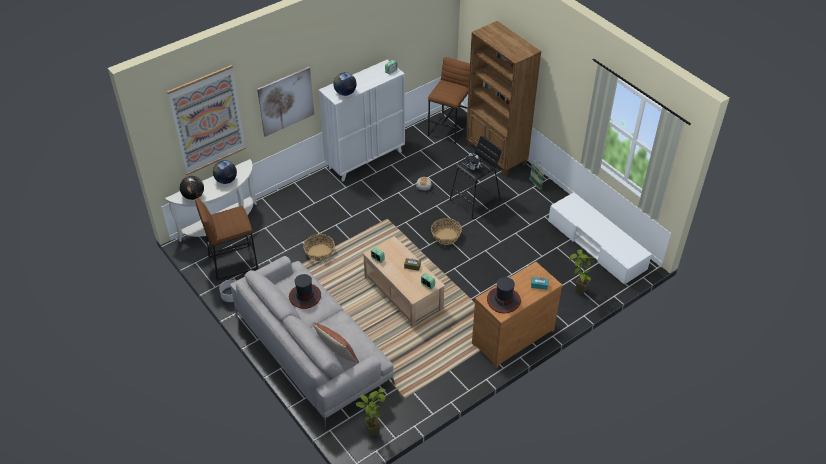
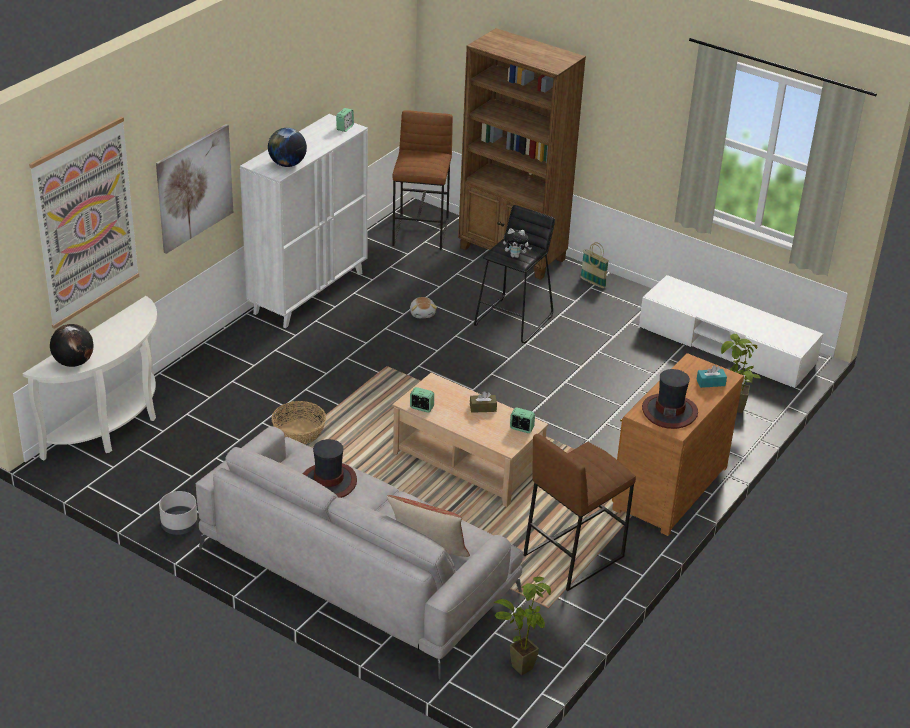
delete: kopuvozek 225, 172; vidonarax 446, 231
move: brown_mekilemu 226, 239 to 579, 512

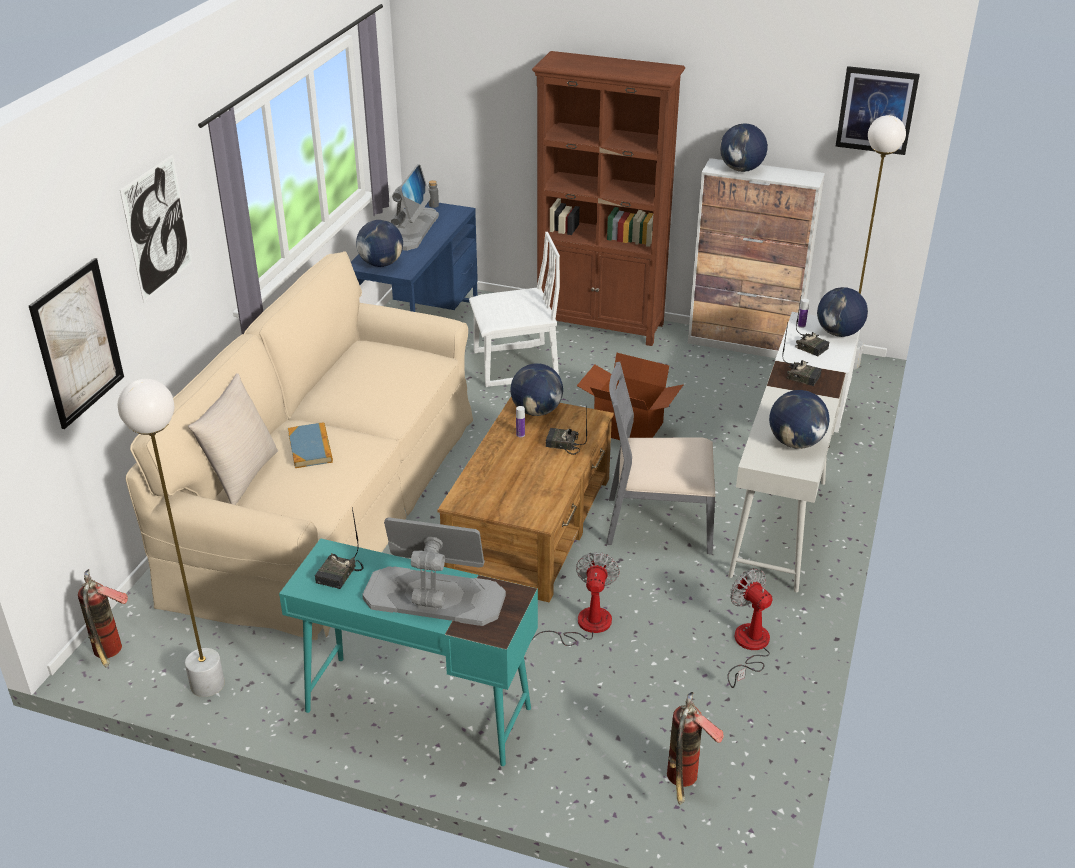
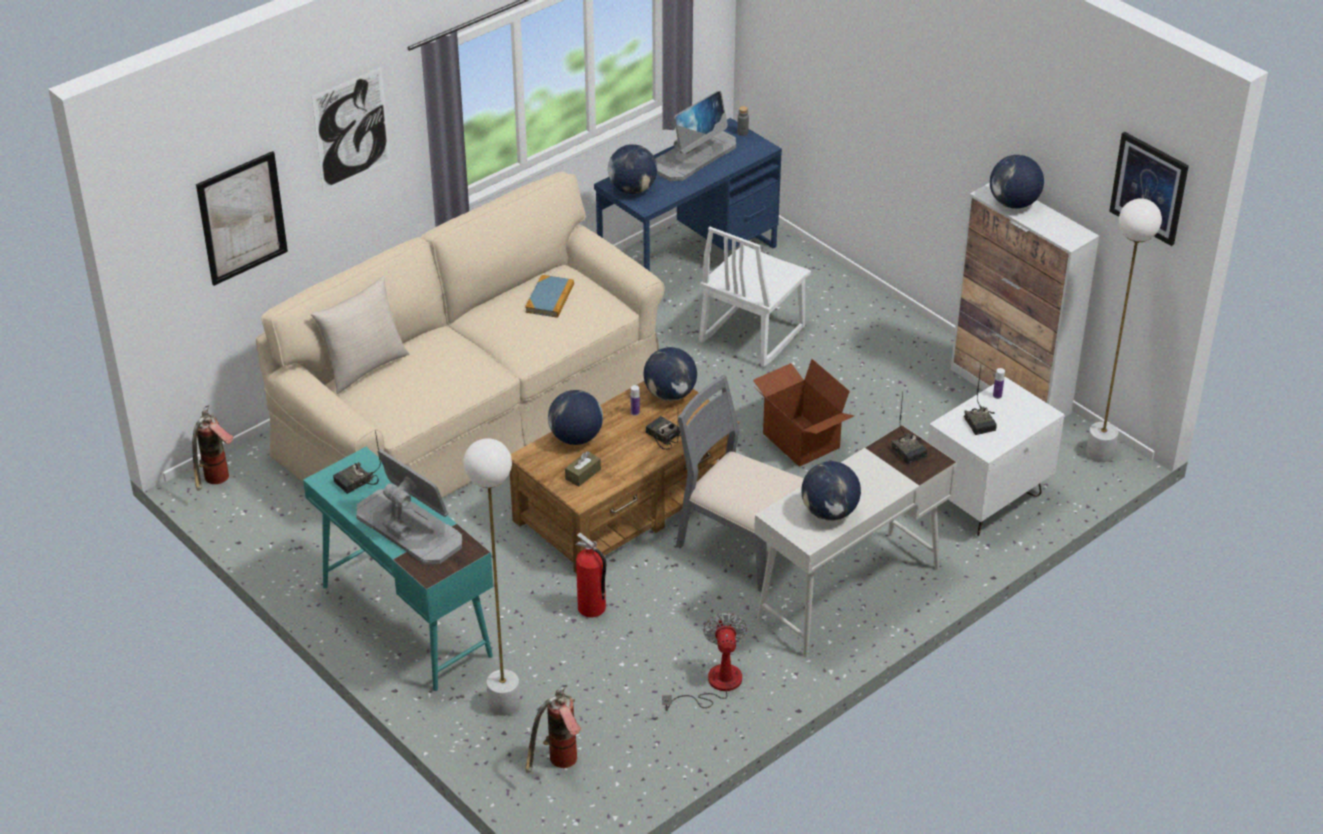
delete: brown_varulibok 608, 198
insert: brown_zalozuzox 583, 469
move: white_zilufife 171, 538 to 491, 577; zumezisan 310, 445 to 549, 296; kopuvozek 842, 312 to 575, 417
replace: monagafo 576, 599 to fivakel 590, 575
rotate: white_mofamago 514, 309 = 755, 297 105 degrees clockwise

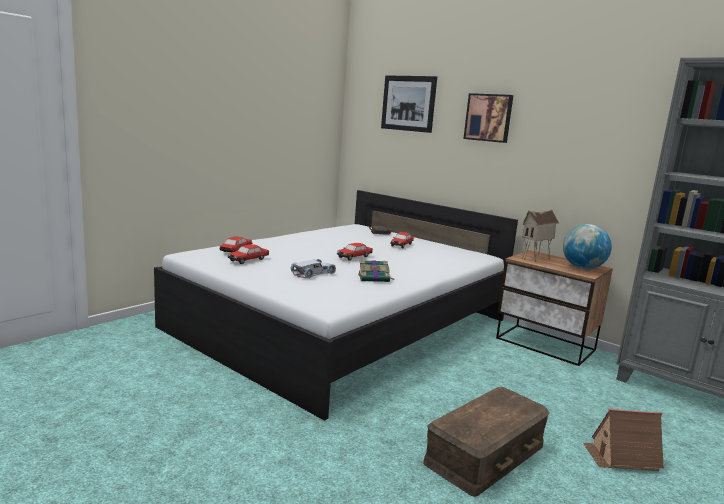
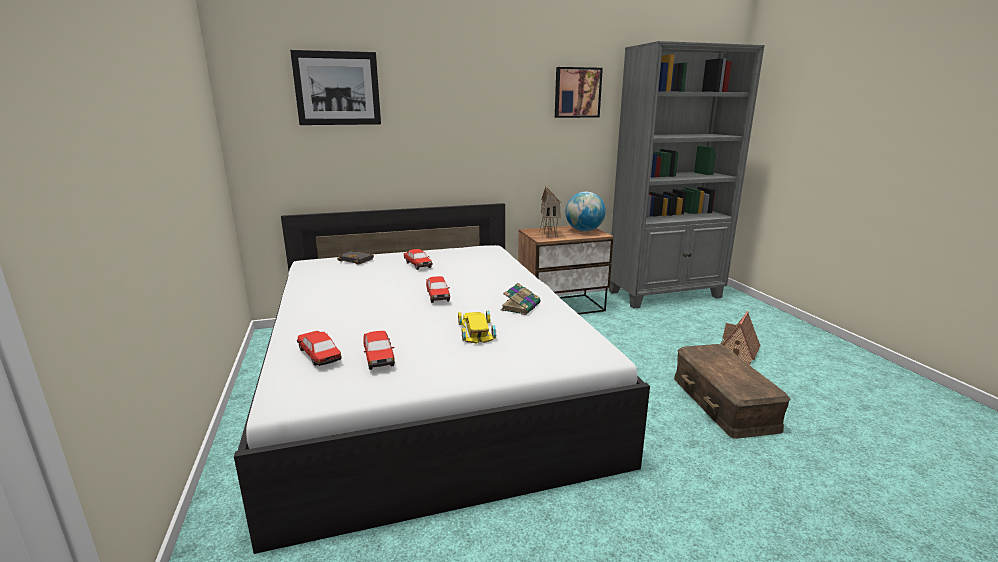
move: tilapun 488, 118 to 579, 92
recolor: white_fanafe 313, 268 to yellow_fanafe 477, 327

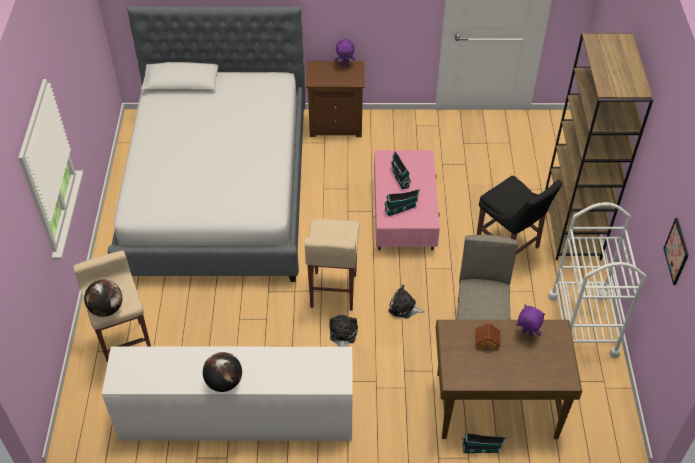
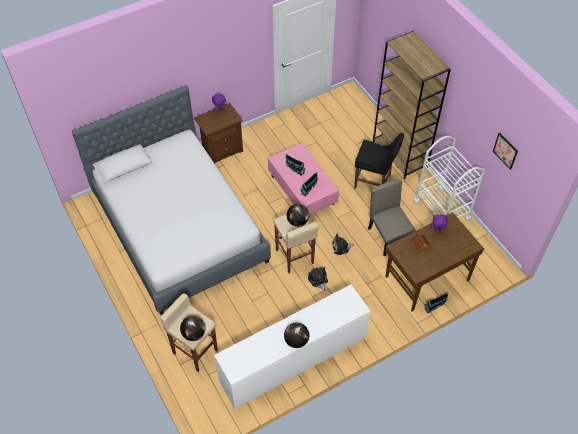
insert: kopuvozek 298, 215

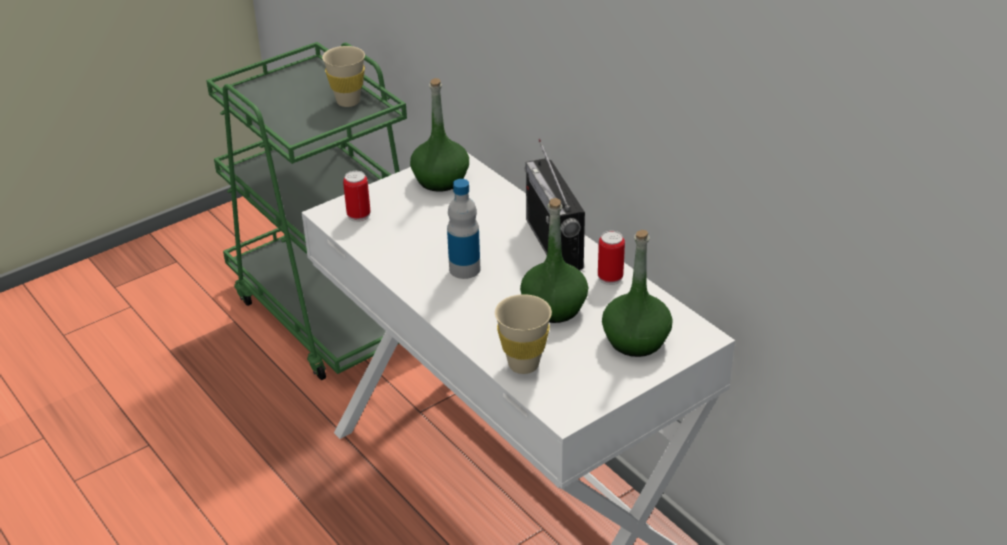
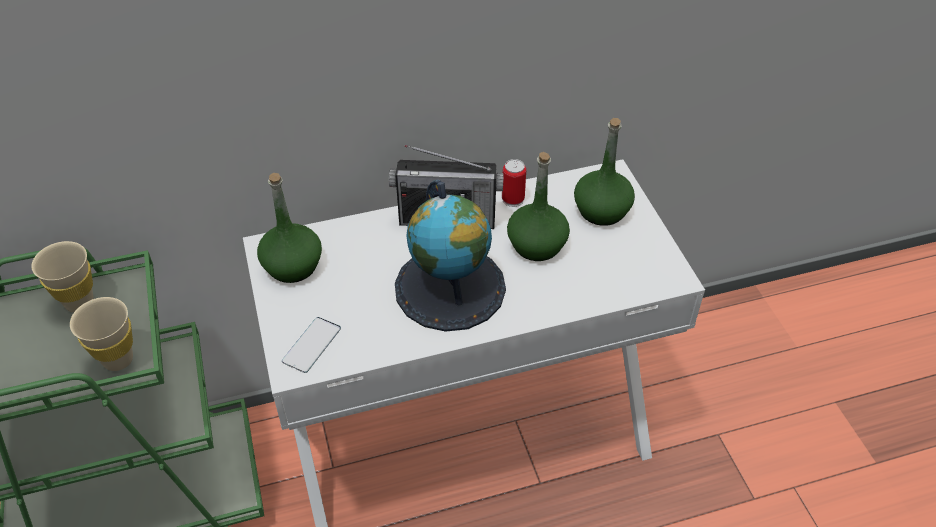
move: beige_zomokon 523, 334 to 101, 334
replace: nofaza 357, 196 to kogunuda 311, 345; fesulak 463, 229 to kopuvozek 450, 255

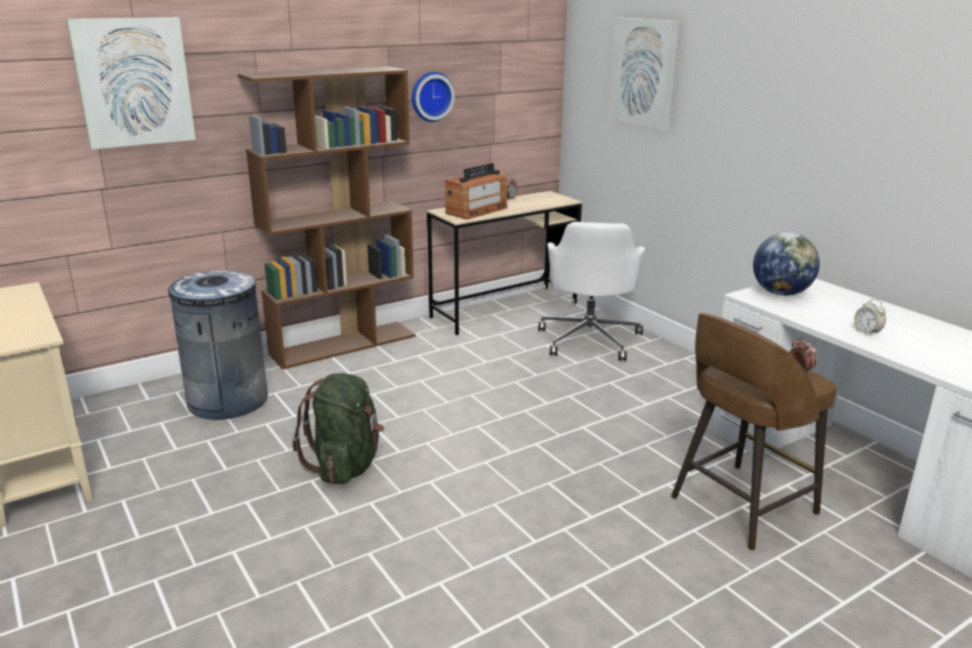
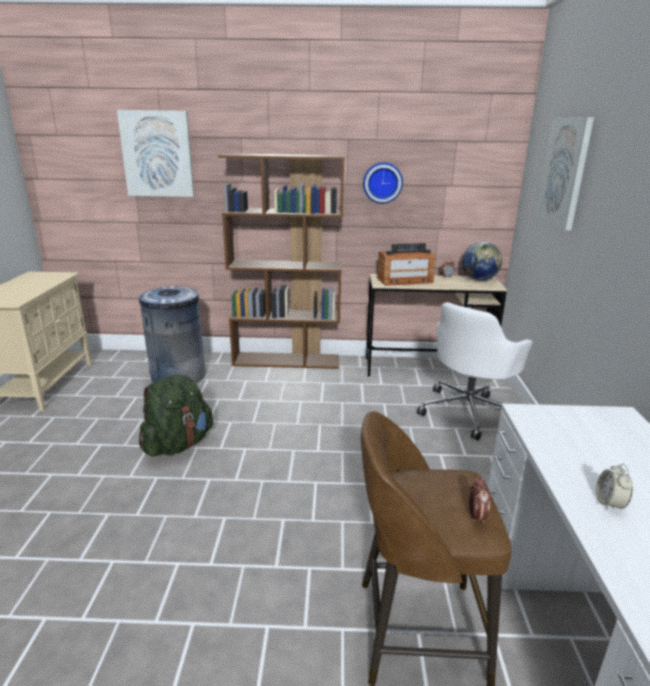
move: kopuvozek 786, 264 to 482, 261

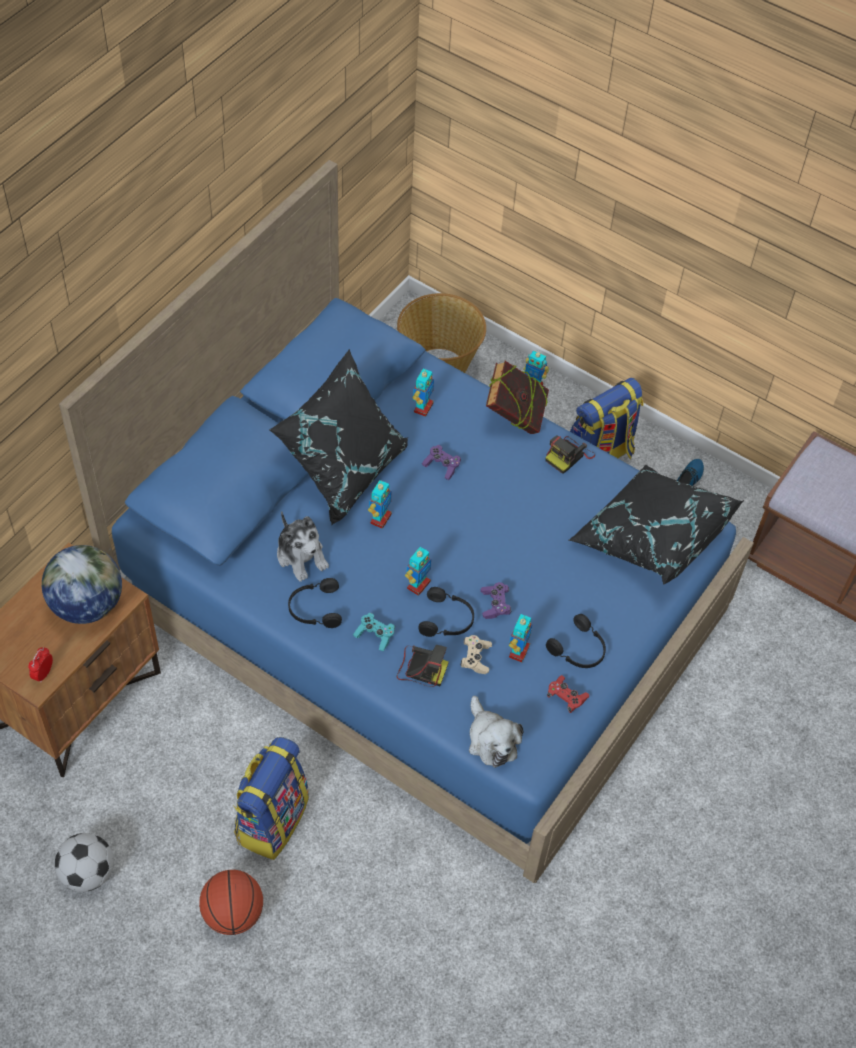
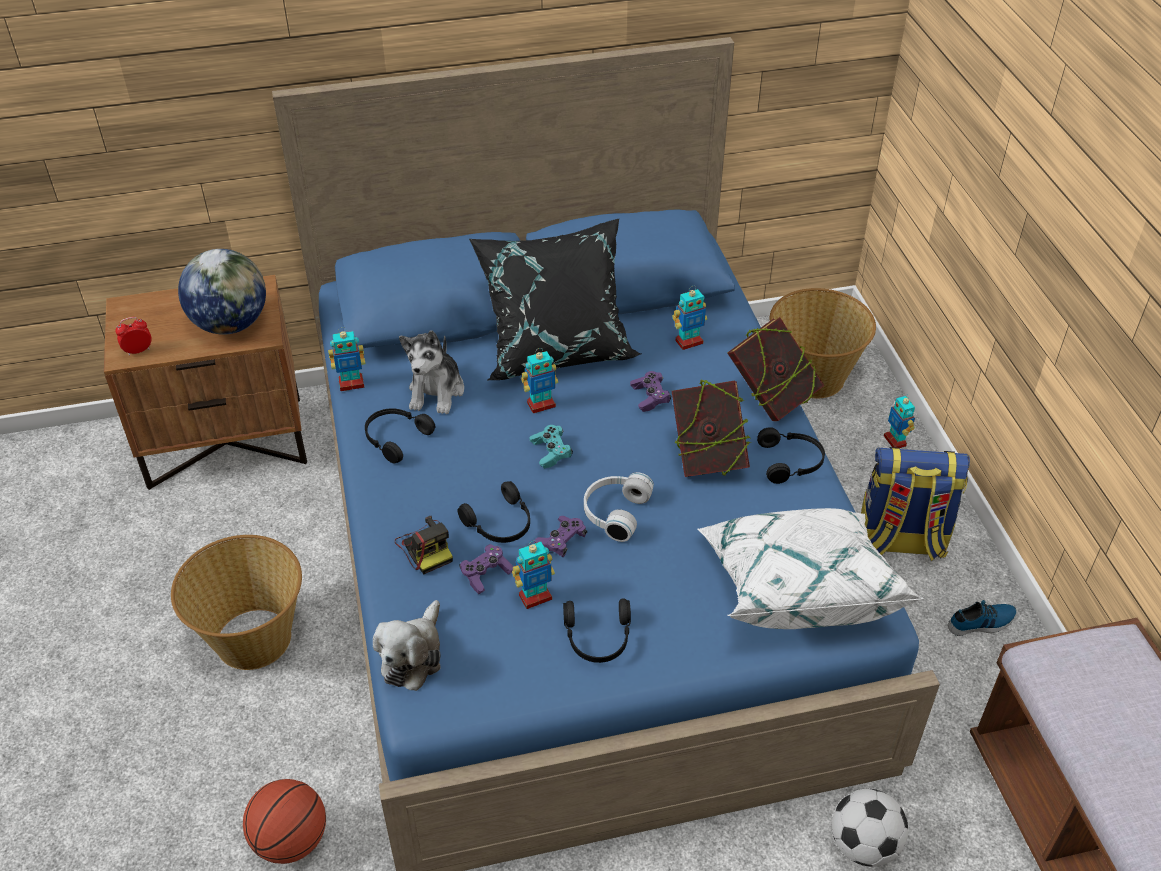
delete: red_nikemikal 568, 694
insert: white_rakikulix 619, 507; zumezisan 711, 428
move: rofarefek 84, 862 to 870, 828; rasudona 231, 902 to 284, 821; turquoise_nikemikal 374, 632 to 551, 447; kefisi 418, 571 to 346, 359
replace: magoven 271, 798 to vidonarax 236, 602; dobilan 570, 454 to black_rakikulix 791, 455
recolor: beige_nikemikal 476, 654 to purple_nikemikal 486, 569; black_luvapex 656, 525 to white_luvapex 810, 568

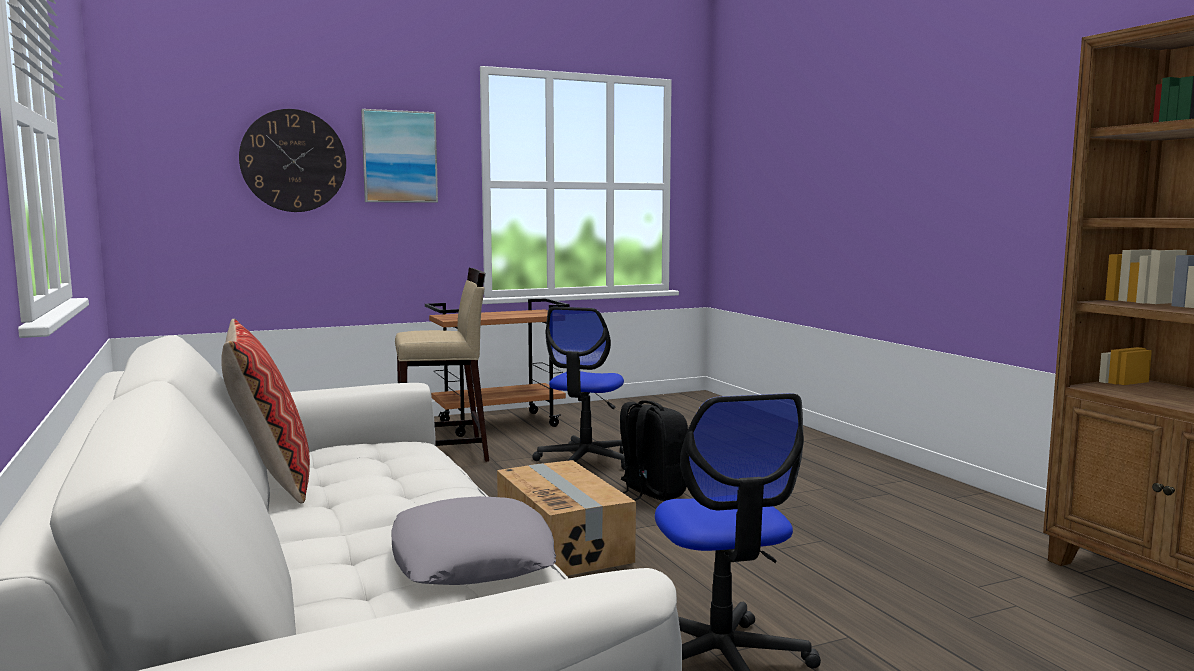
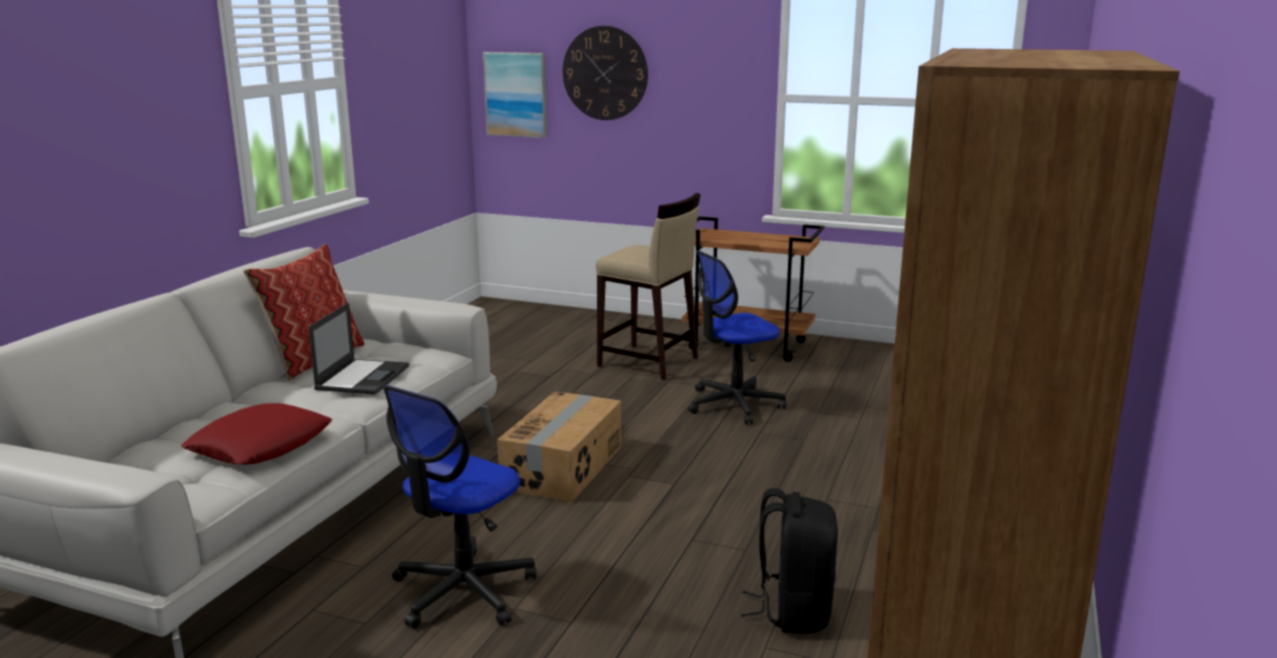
insert: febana 358, 349
move: tilapun 399, 156 to 515, 95; black_magoven 654, 450 to 789, 561
recolor: grey_luvapex 473, 540 to red_luvapex 256, 434

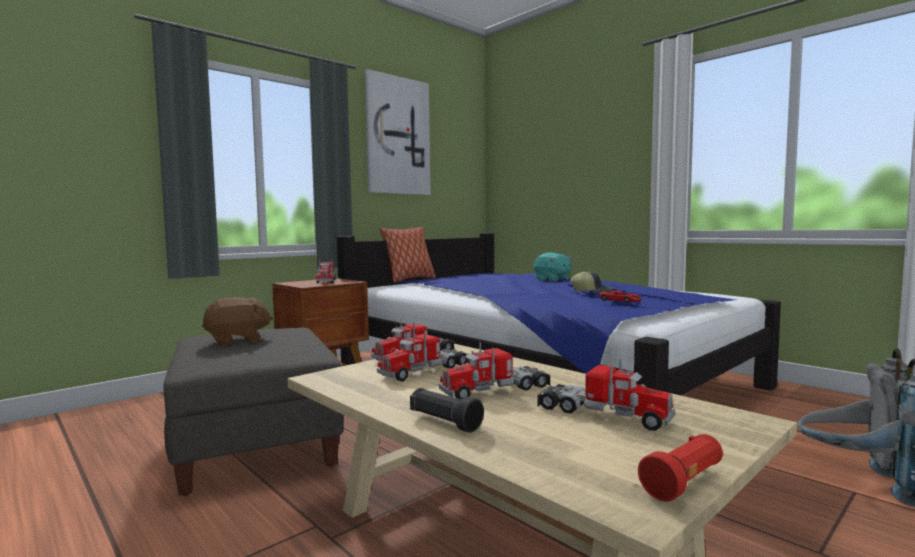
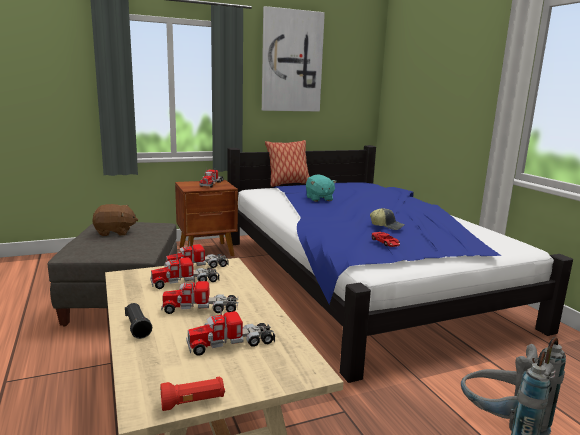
move: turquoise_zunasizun 553, 267 to 321, 188
rotate: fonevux 606, 394 = 230, 331 105 degrees clockwise

